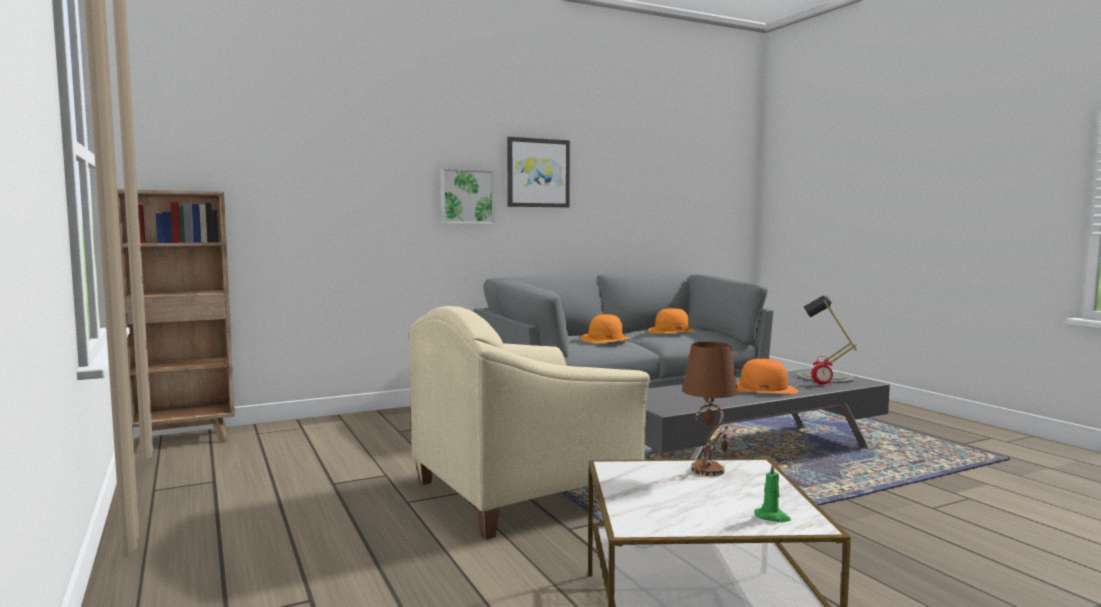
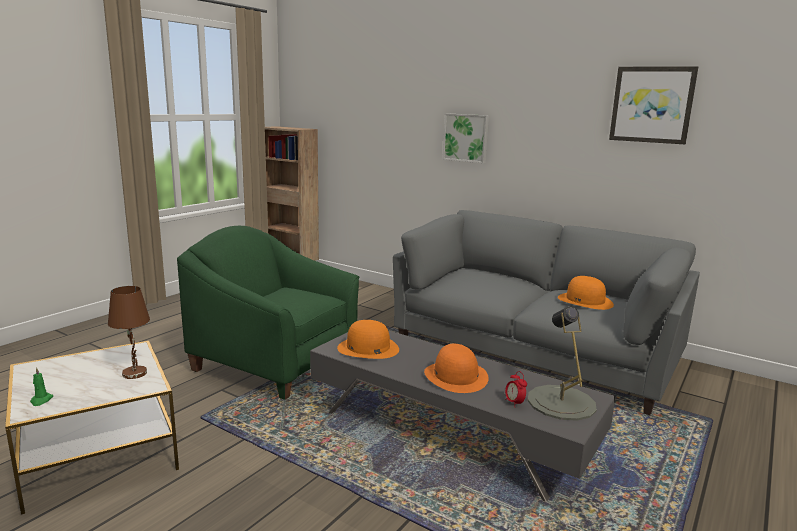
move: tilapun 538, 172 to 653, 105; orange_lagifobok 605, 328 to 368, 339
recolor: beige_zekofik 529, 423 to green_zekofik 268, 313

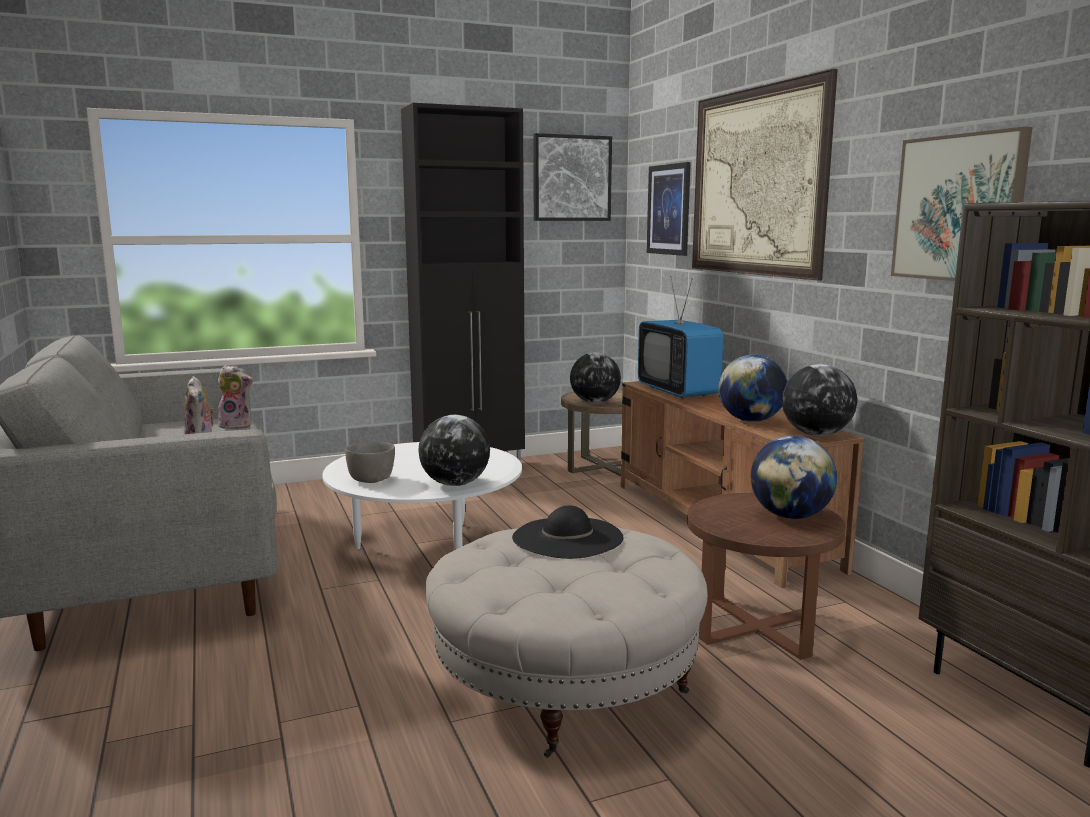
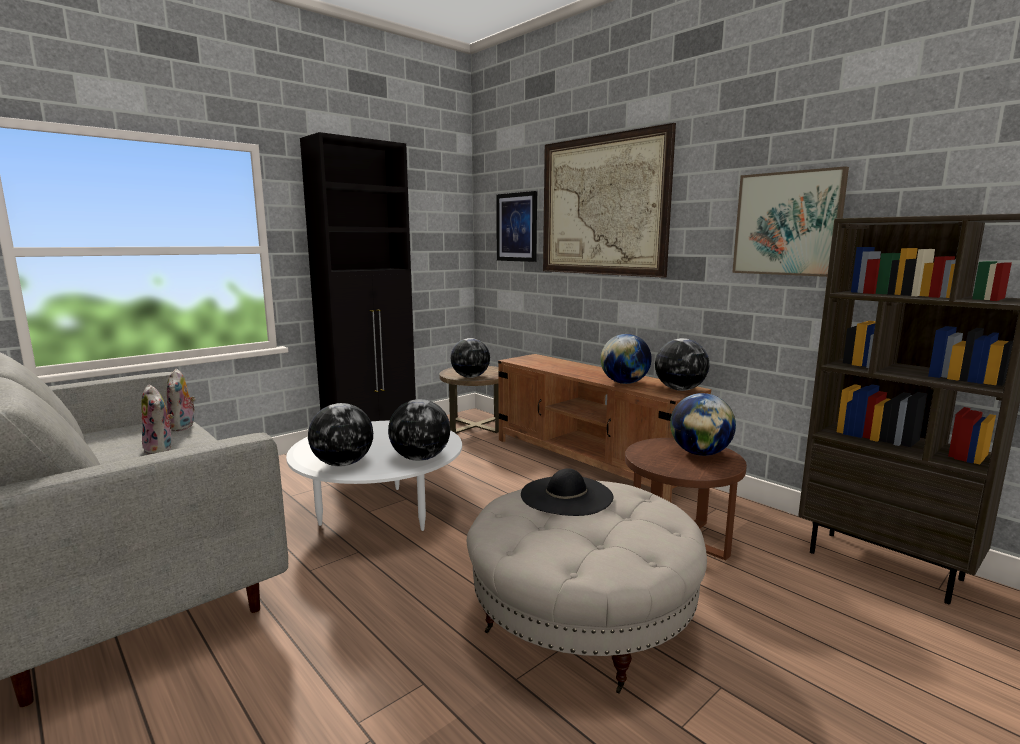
delete: tilapun 572, 177; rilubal 681, 337
replace: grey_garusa 370, 462 to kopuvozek 340, 434
rotate: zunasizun 235, 397 = 181, 400 90 degrees clockwise

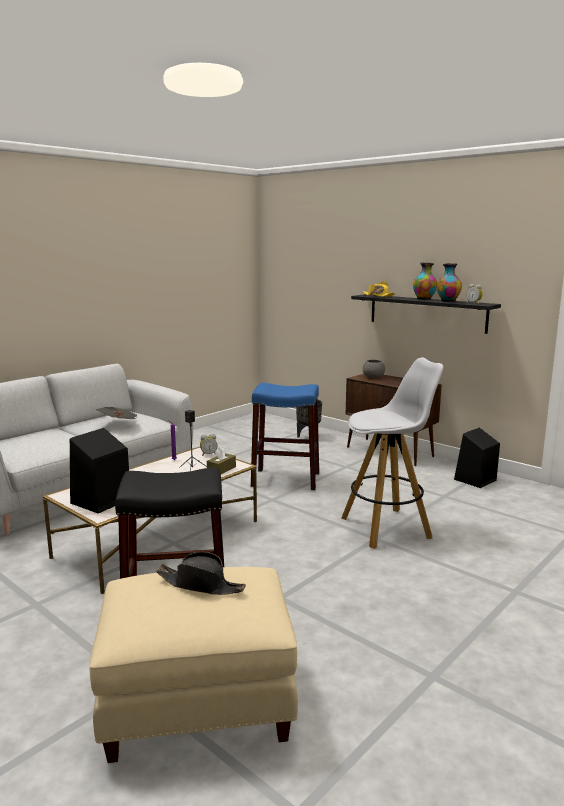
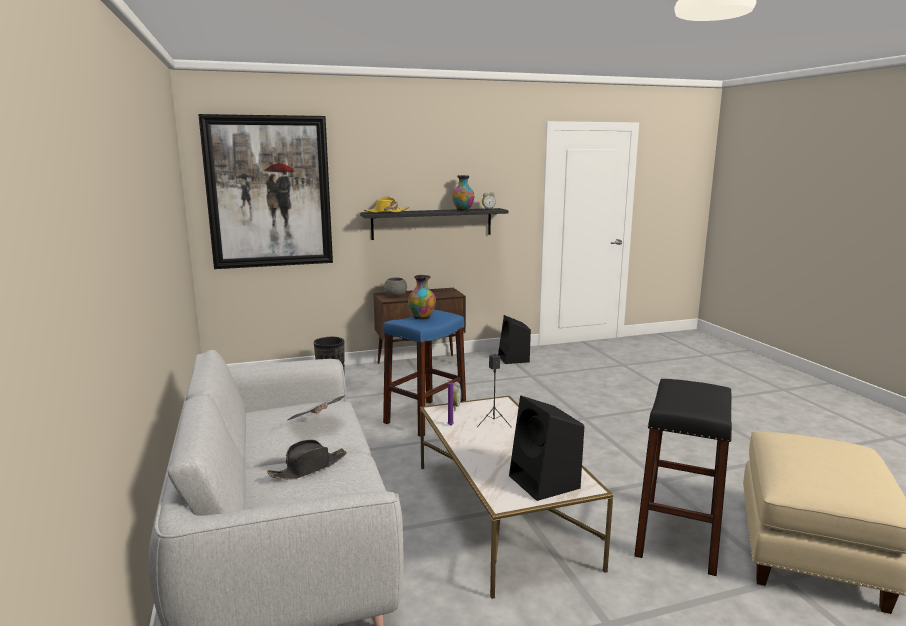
delete: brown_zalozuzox 221, 460; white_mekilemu 392, 453
insert: tilapun 265, 191
move: black_lagifobok 201, 573 to 307, 460; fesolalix 425, 281 to 422, 297

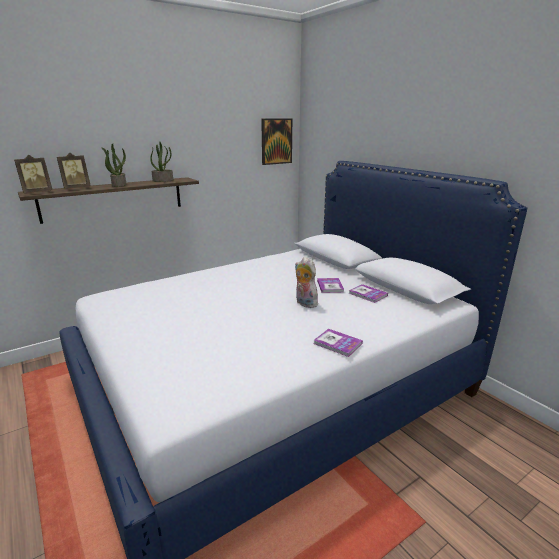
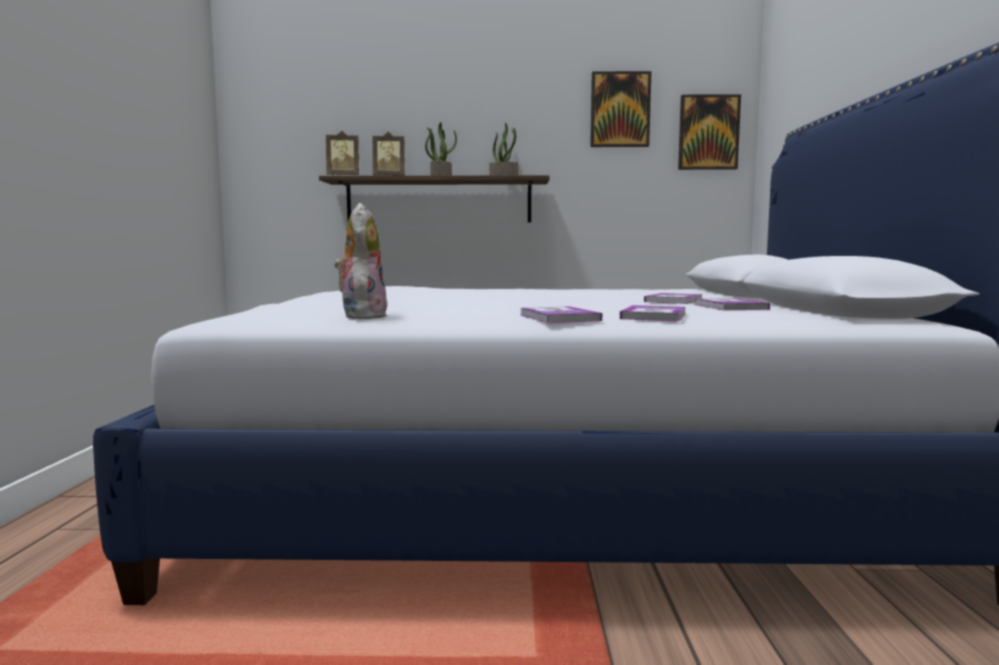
insert: tilapun 621, 109; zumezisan 653, 313
move: zunasizun 306, 282 to 360, 261

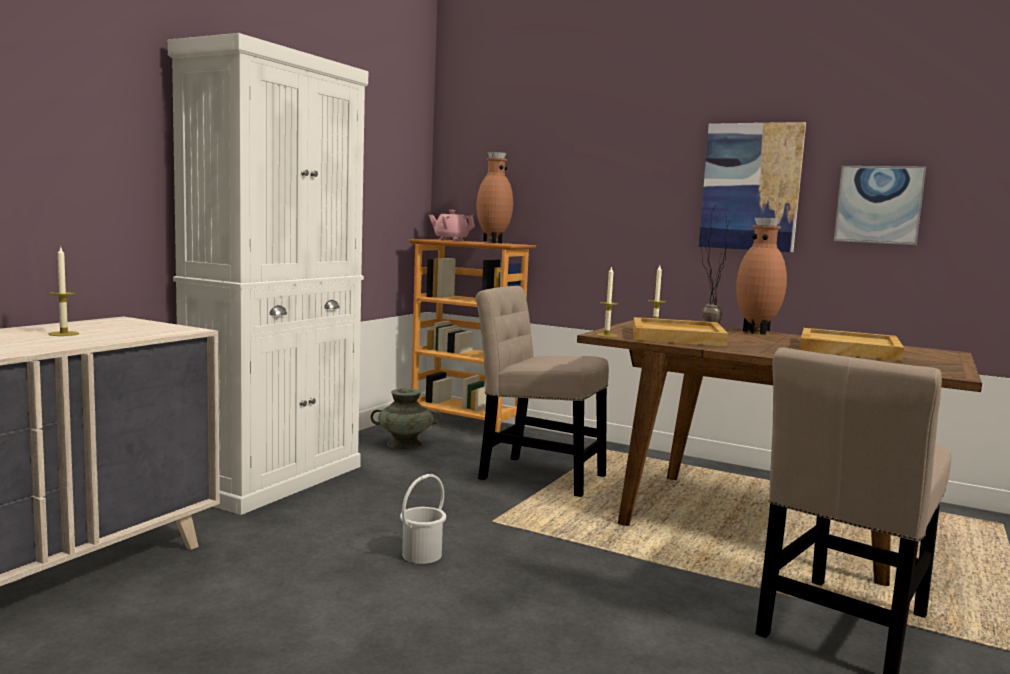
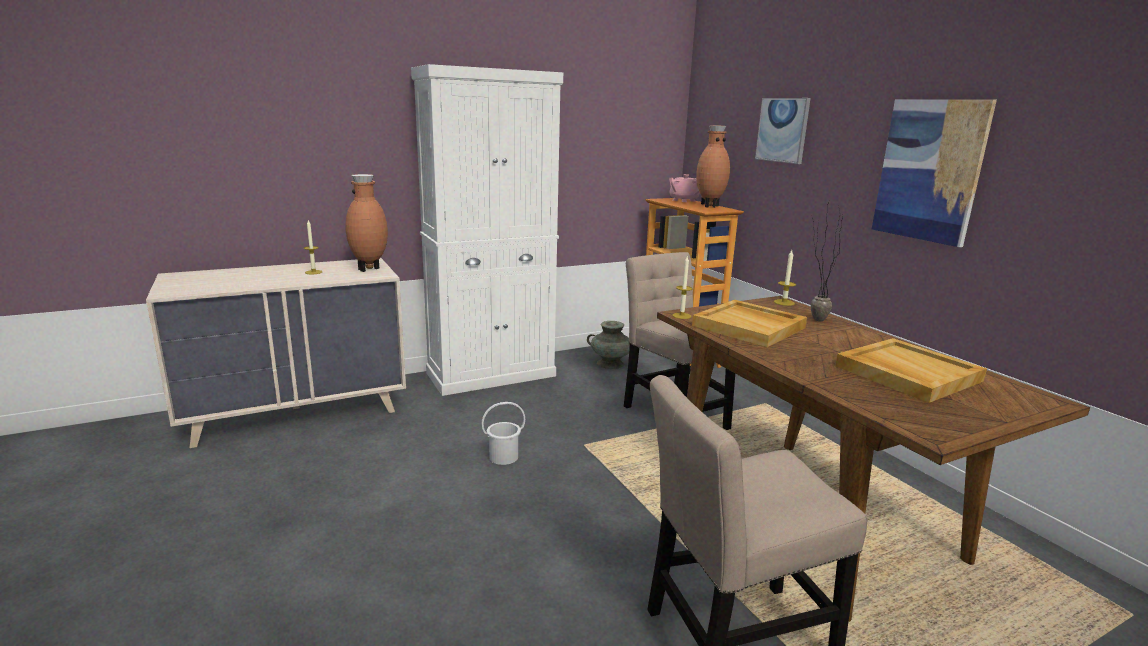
move: brown_fesolalix 761, 276 to 366, 223; tilapun 880, 205 to 783, 131

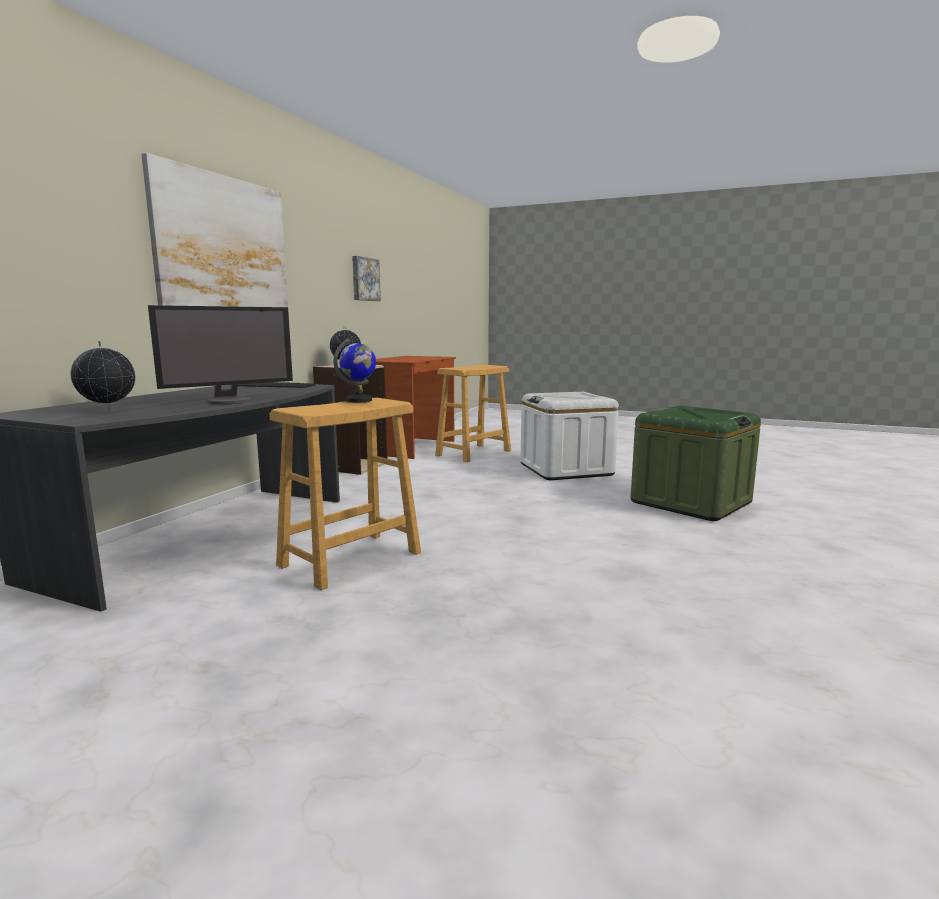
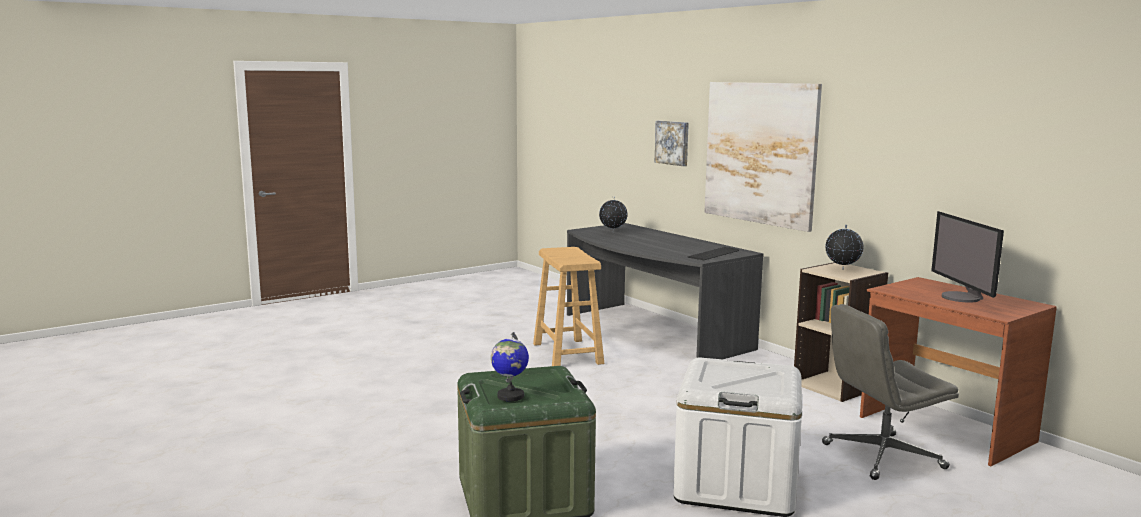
move: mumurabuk 220, 354 to 967, 256; kopuvozek 354, 370 to 510, 366; tilapun 366, 278 to 672, 143
replace: beige_mekilemu 473, 413 to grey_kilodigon 890, 392

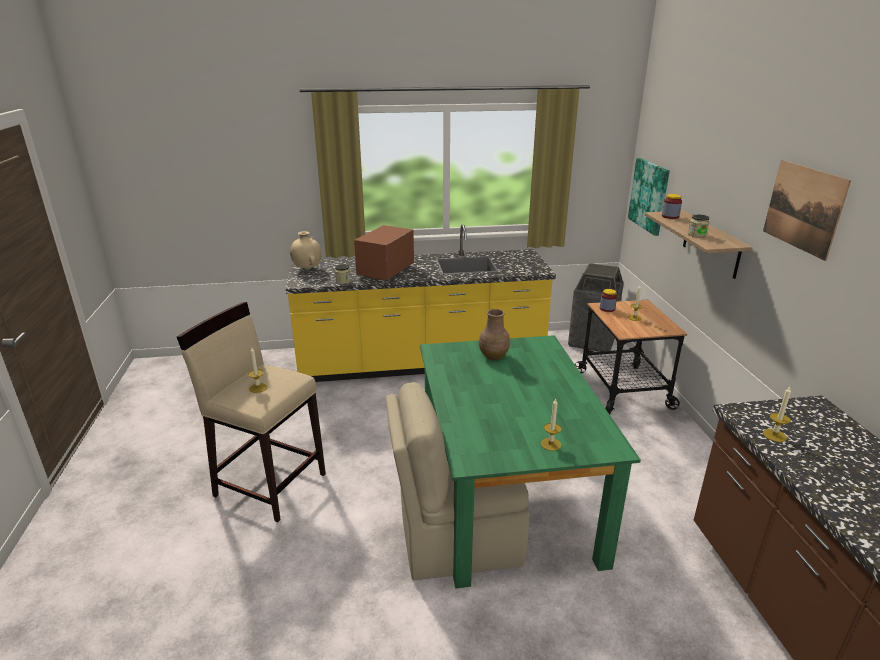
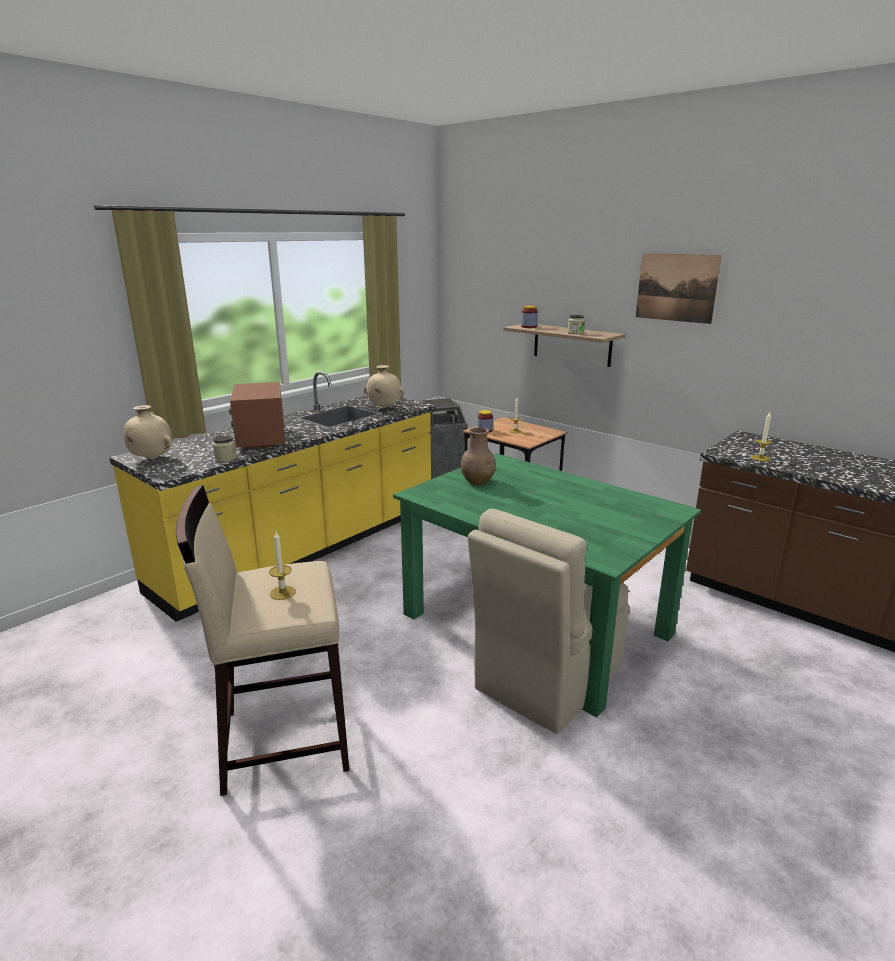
delete: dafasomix 551, 425; tilapun 649, 197
insert: beige_fesolalix 384, 386

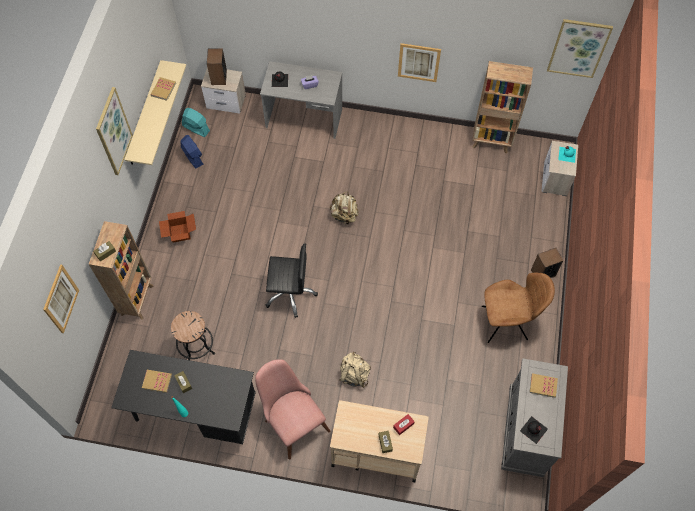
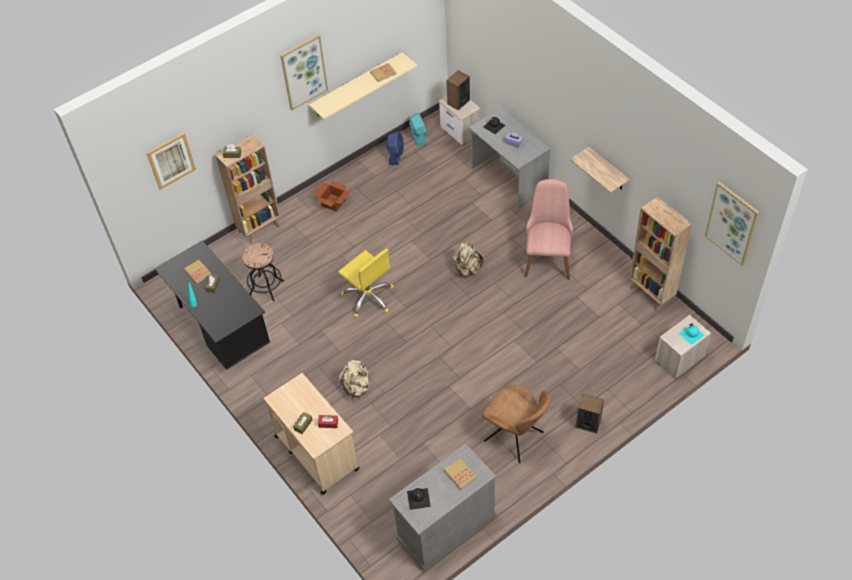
move: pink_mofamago 292, 409 to 548, 229
replace: tilapun 419, 62 to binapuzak 600, 170
recolor: black_kilodigon 292, 280 to yellow_kilodigon 366, 283

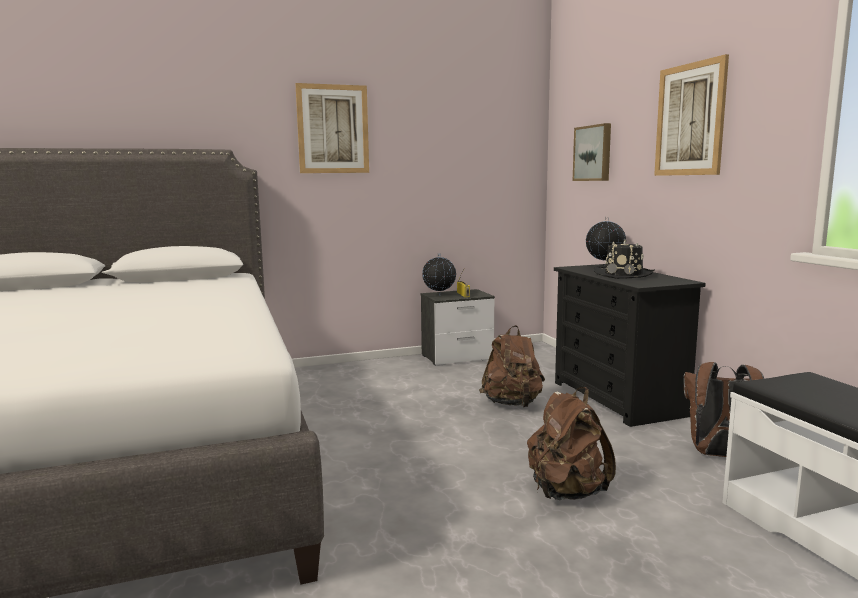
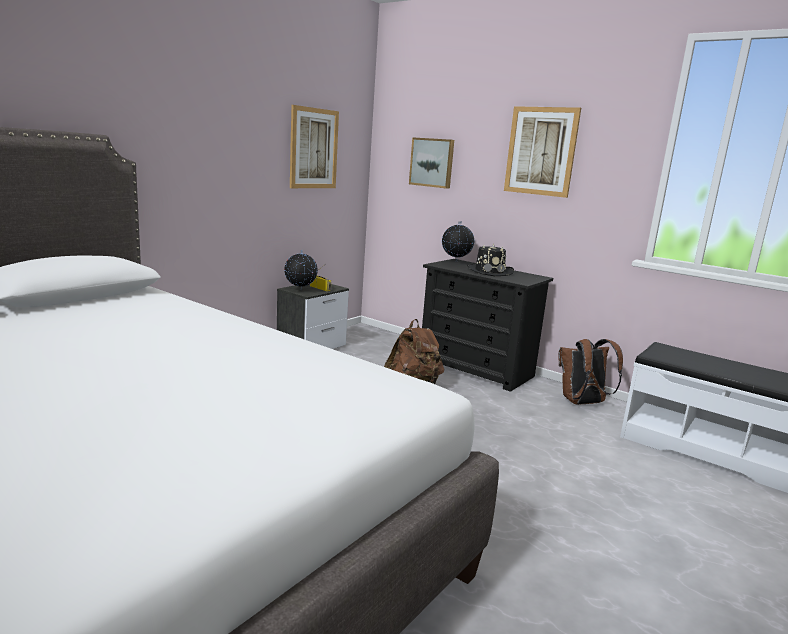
delete: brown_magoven 571, 443
move: tilapun 332, 128 to 314, 146

